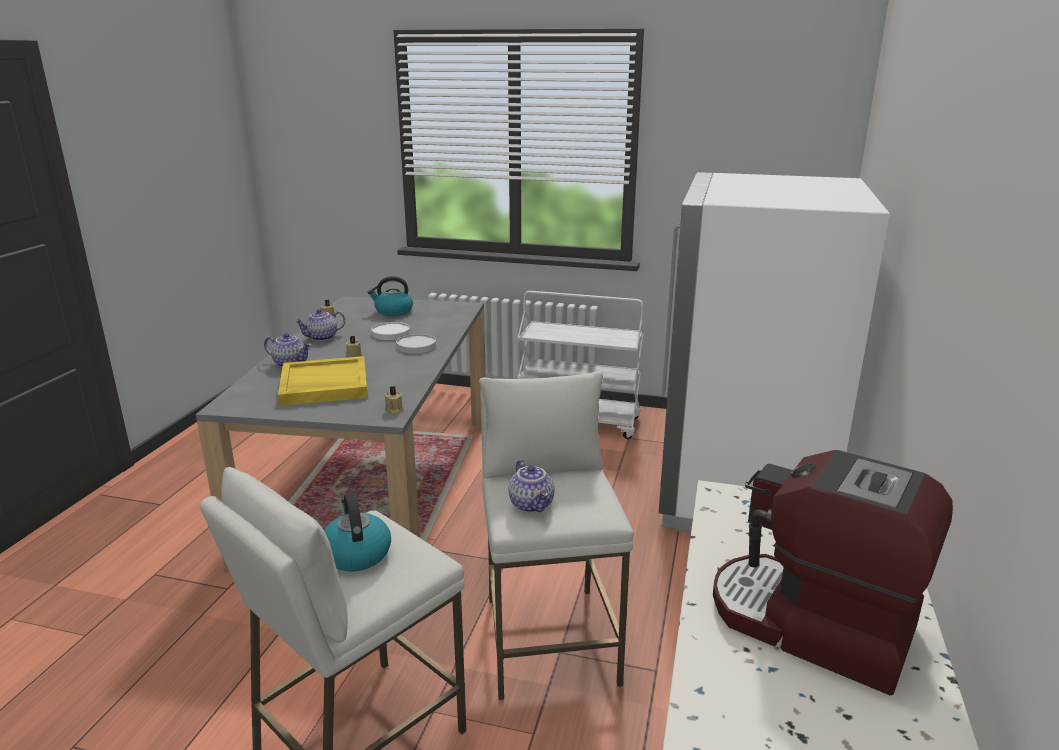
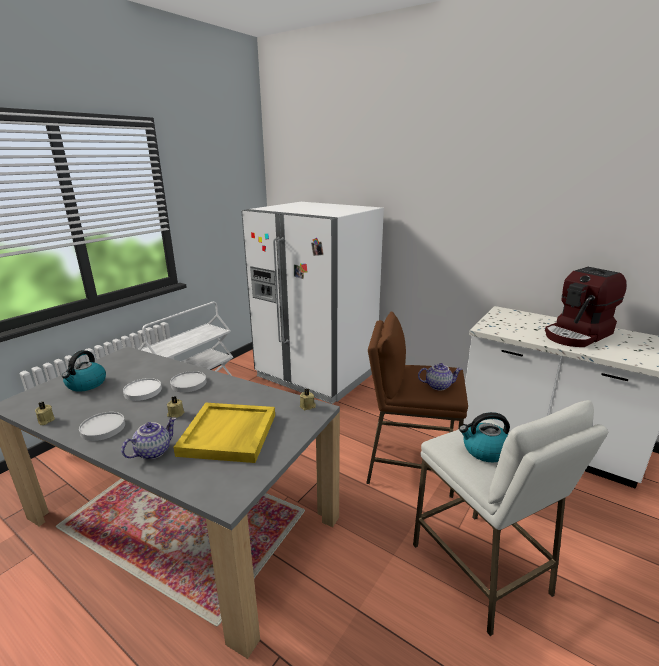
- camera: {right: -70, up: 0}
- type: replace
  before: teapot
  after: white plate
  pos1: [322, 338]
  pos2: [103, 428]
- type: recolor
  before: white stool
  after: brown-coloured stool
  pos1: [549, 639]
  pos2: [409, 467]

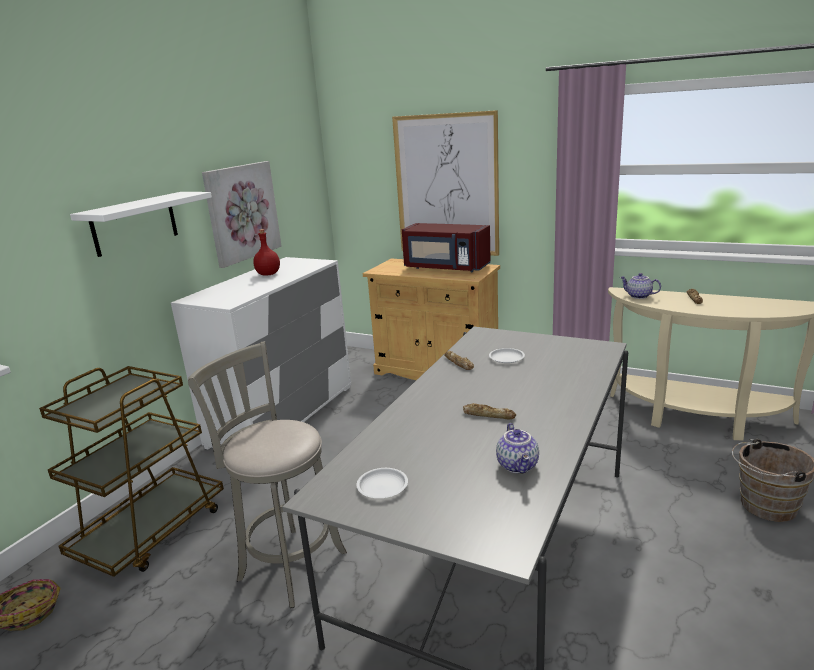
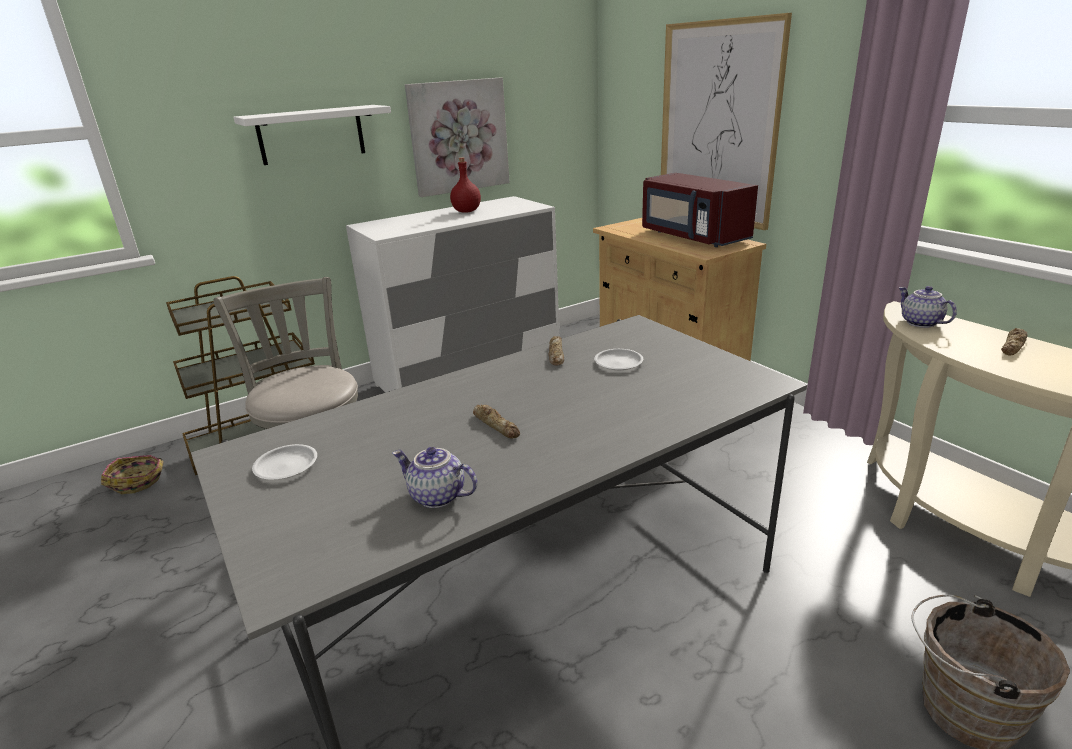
- camera: {right: 30, up: 5}
- type: rotate
  before: teapot
  pos1: [518, 466]
  pos2: [436, 497]
  turn: 90

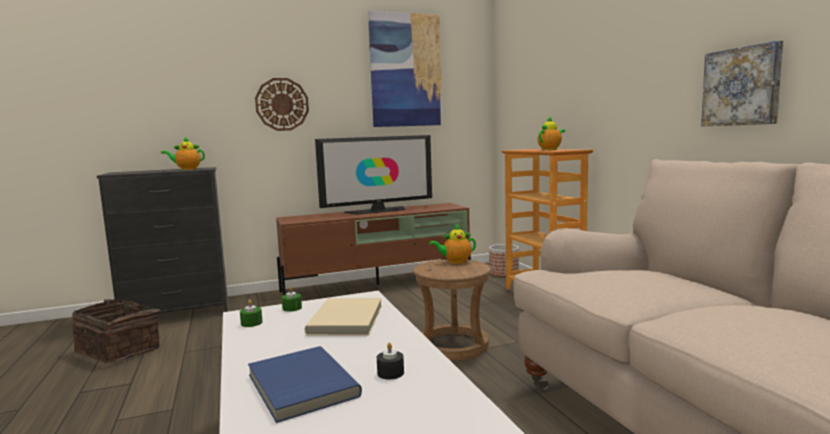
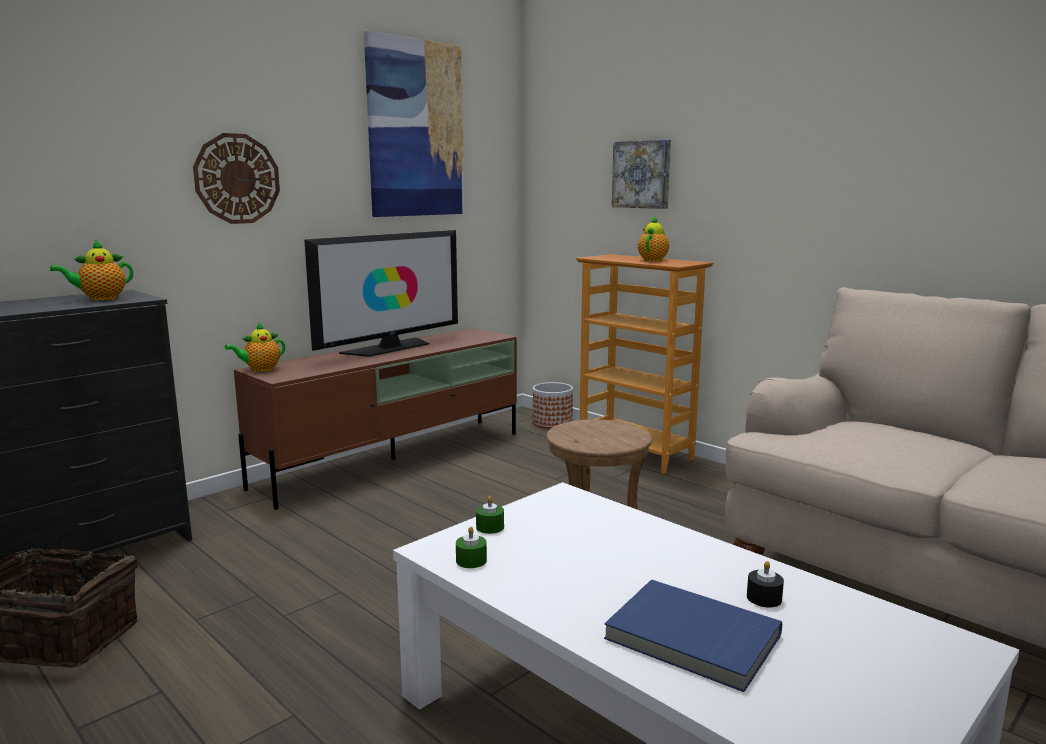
- camera: {right: -25, up: 5}
- type: move
  before: teapot
  pos1: [455, 262]
  pos2: [260, 369]
- type: move
  before: wall picture
  pos1: [742, 86]
  pos2: [642, 174]
- type: delete
  before: sand-coloured book
  pos1: [348, 320]

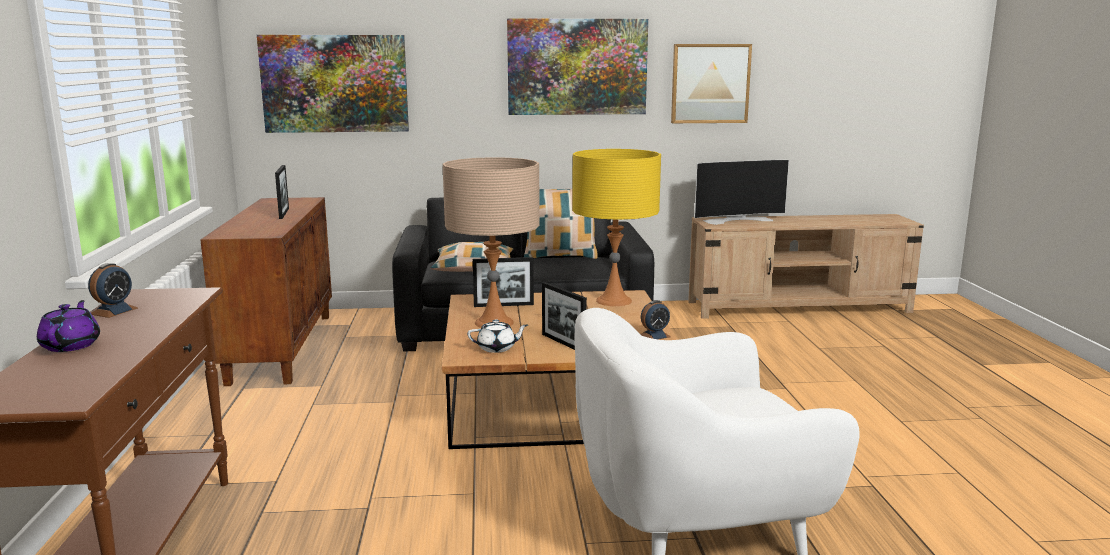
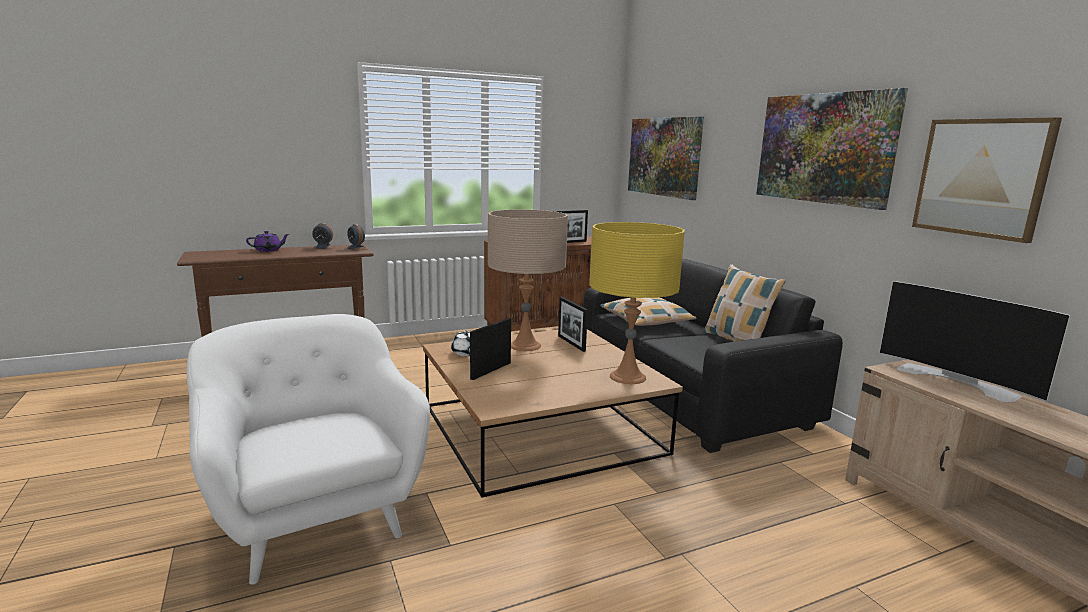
- camera: {right: 70, up: 0}
- type: move
  before: table clock
  pos1: [654, 336]
  pos2: [356, 248]

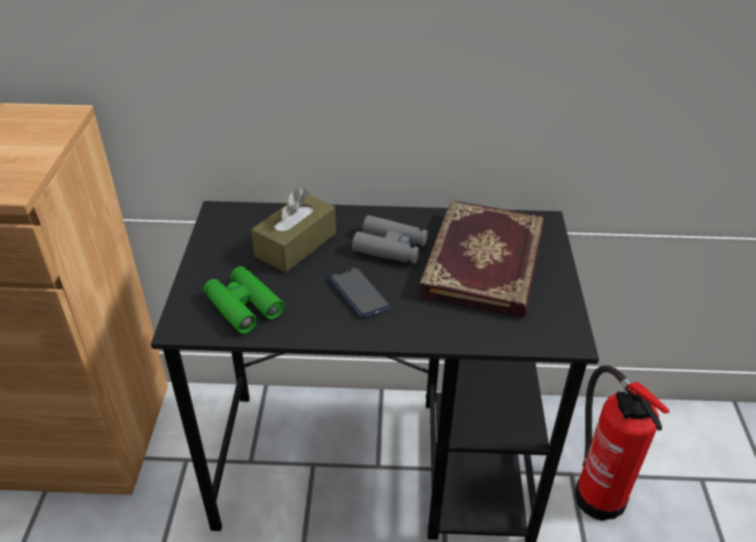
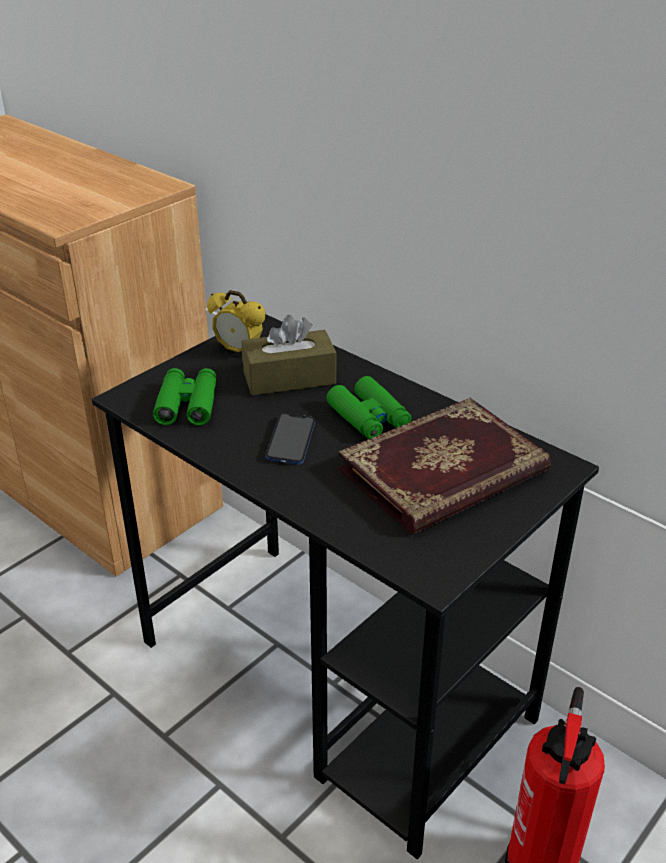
- camera: {right: 40, up: -5}
- type: insert
  after: table clock
  pos2: [238, 351]
- type: recolor
  before: gray binoculars
  after: green binoculars
  pos1: [390, 247]
  pos2: [369, 417]

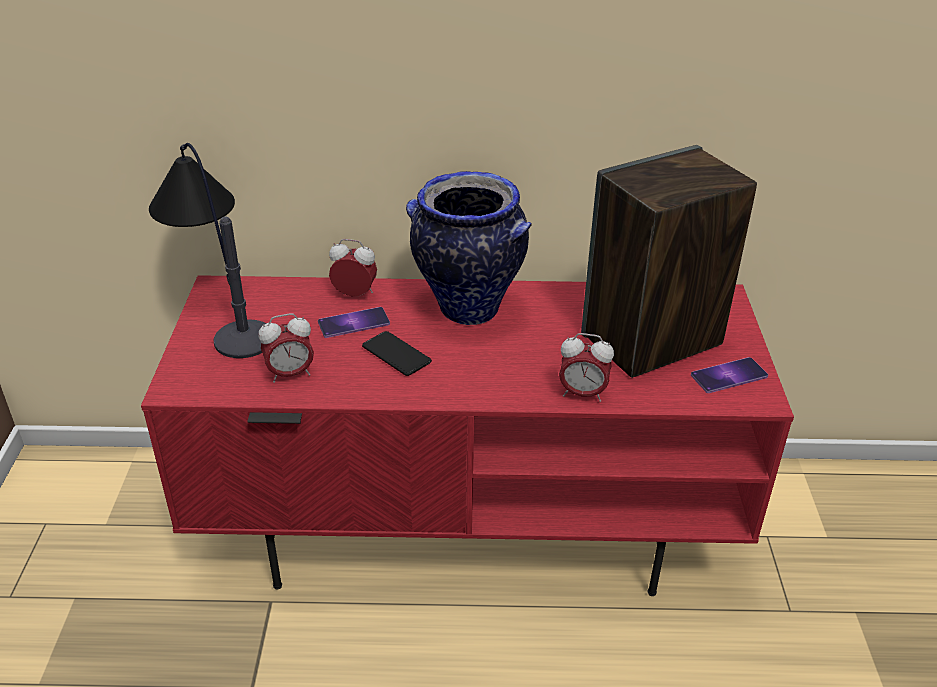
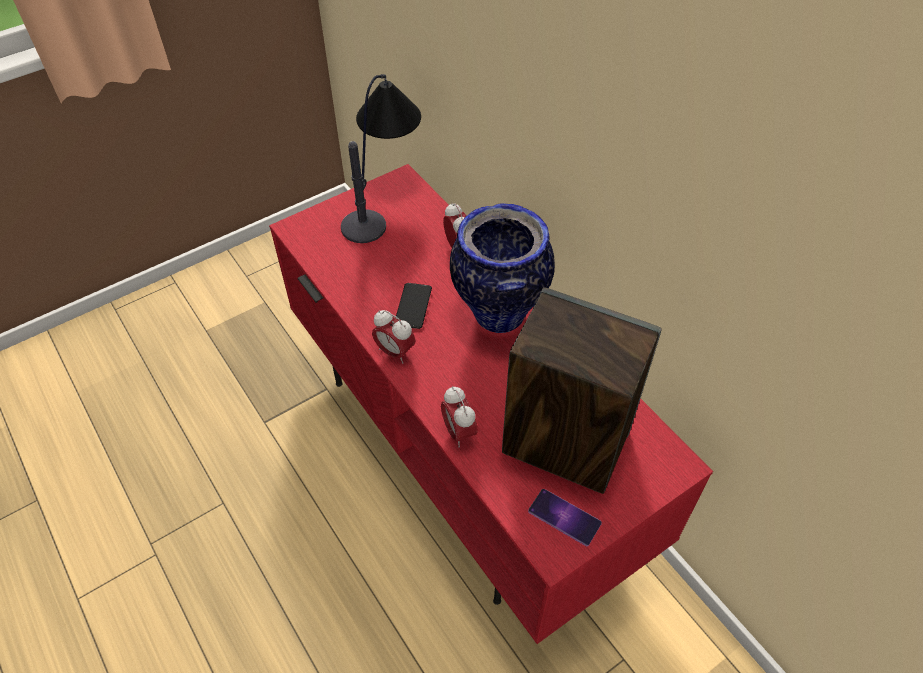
- camera: {right: 55, up: 15}
- type: move
  before: table clock
  pos1: [290, 374]
  pos2: [395, 352]
- type: delete
  before: telephone
  pos1: [353, 323]

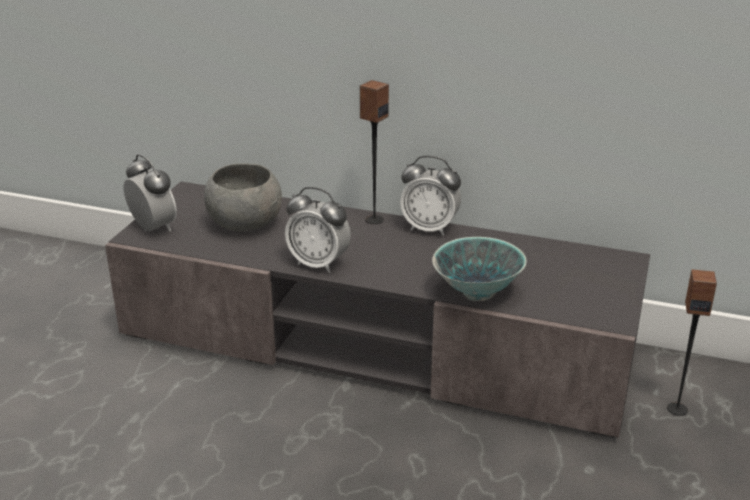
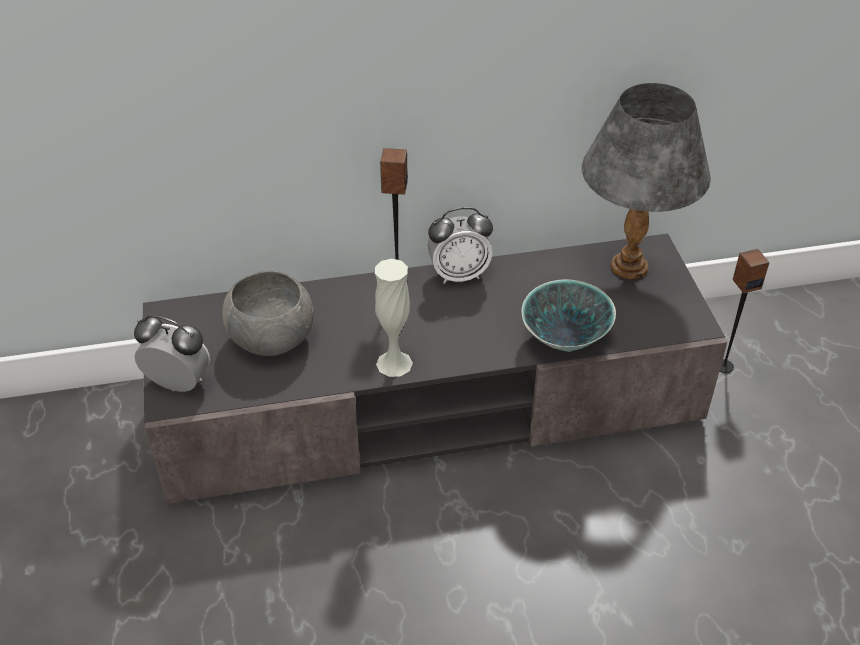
- camera: {right: -30, up: 15}
- type: replace
  before: table clock
  after: white decorative vase
  pos1: [318, 264]
  pos2: [394, 363]
- type: insert
  after: gray table lamp
  pos2: [630, 266]

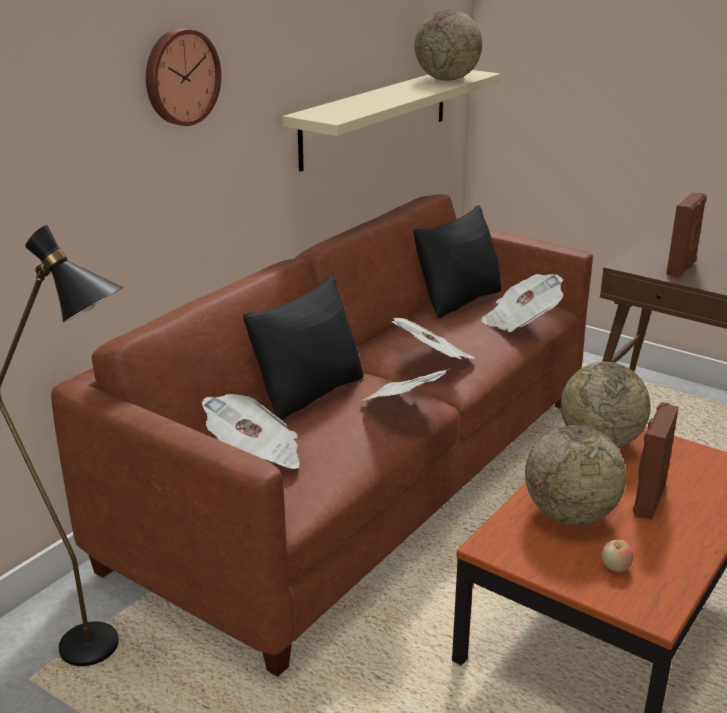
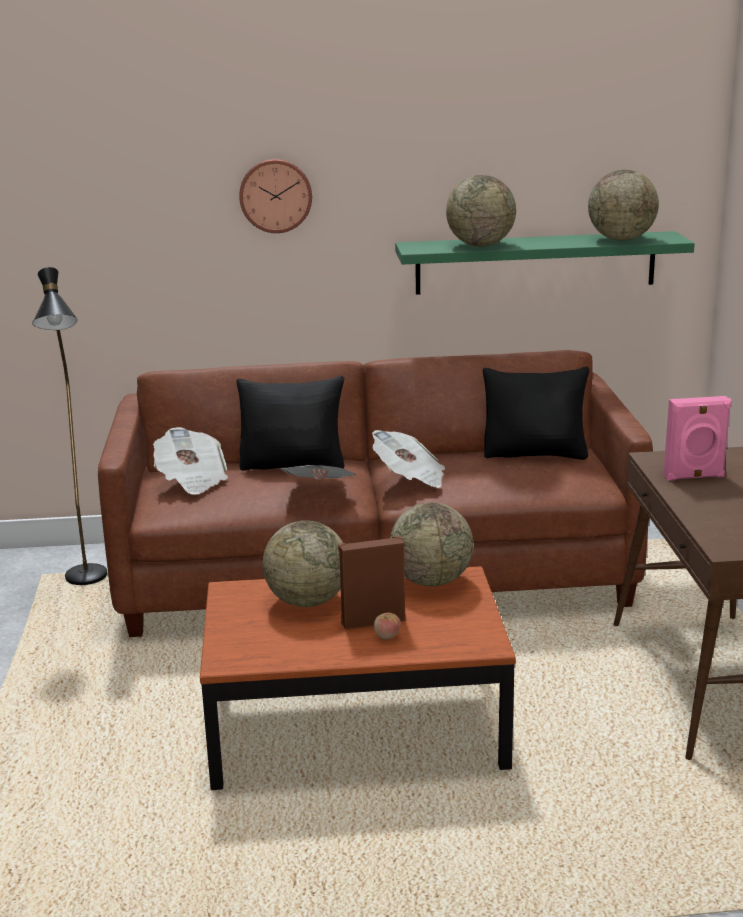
- camera: {right: 50, up: -5}
- type: move
  before: apple fruit
  pos1: [615, 567]
  pos2: [387, 636]
- type: recolor
  before: sand-coloured wall shelf
  after: green wall shelf
  pos1: [376, 116]
  pos2: [535, 263]
- type: insert
  after: globe
  pos2: [480, 245]
- type: recolor
  before: brown-coloured loudspeaker
  after: pinkish loudspeaker
  pos1: [682, 269]
  pos2: [694, 477]
- type: delete
  before: daily paper
  pos1: [520, 321]

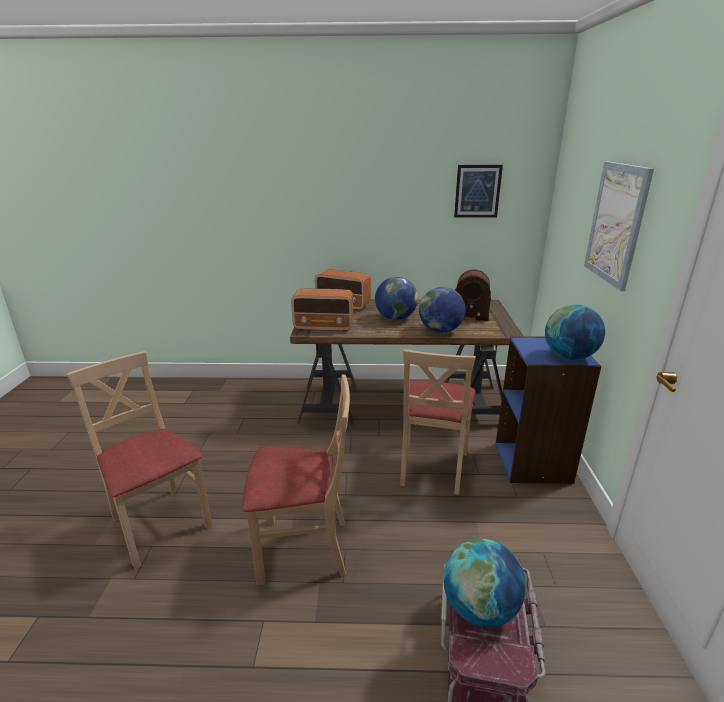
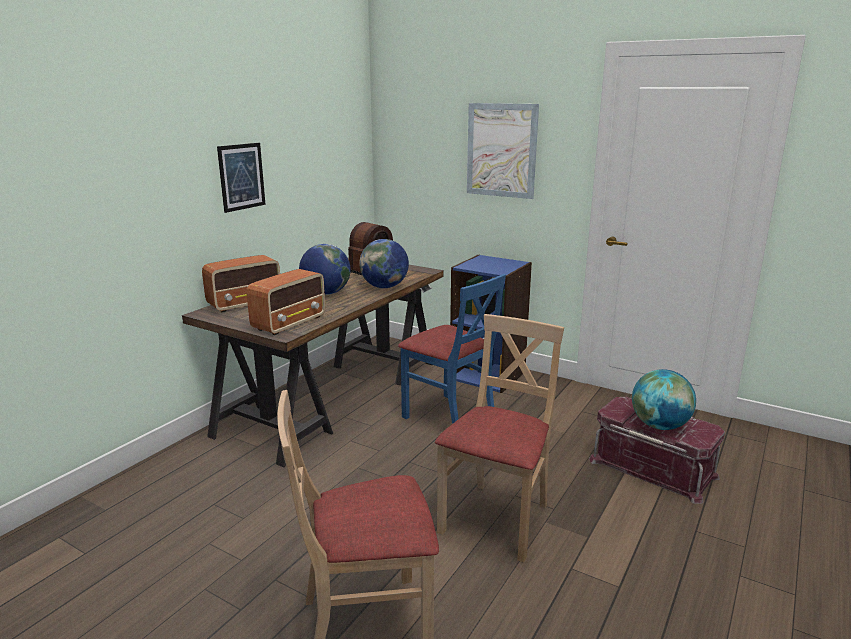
- camera: {right: -60, up: -5}
- type: move
  before: wall picture
  pos1: [477, 191]
  pos2: [241, 177]
- type: recolor
  before: sand-coloured plain chair
  after: blue plain chair
  pos1: [432, 467]
  pos2: [449, 416]
- type: delete
  before: globe
  pos1: [569, 357]

